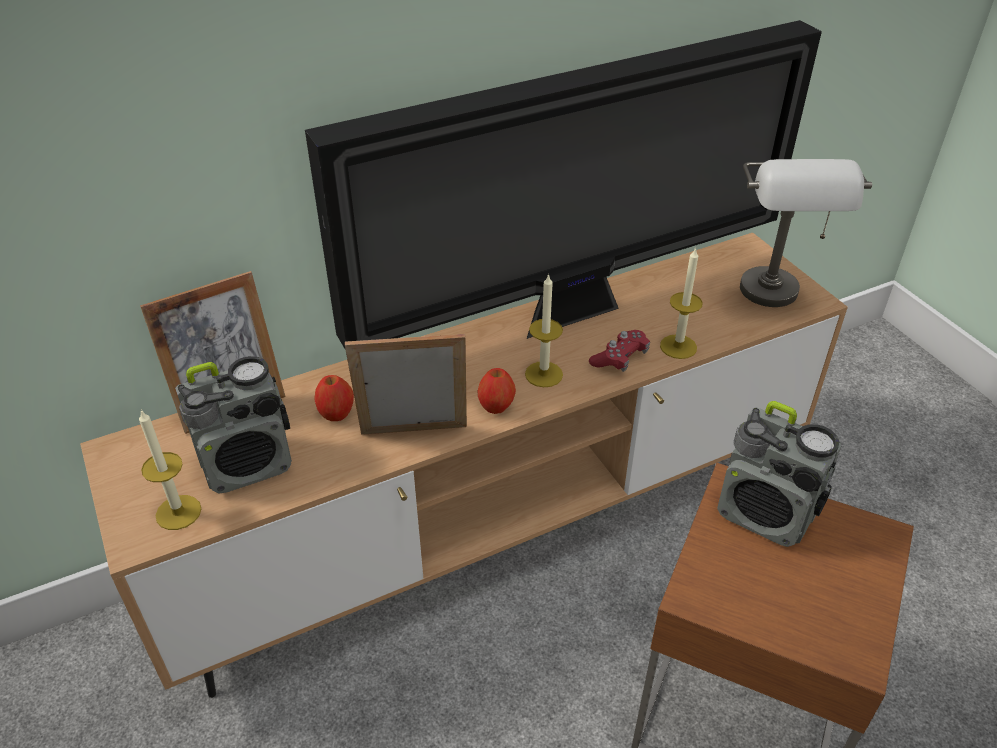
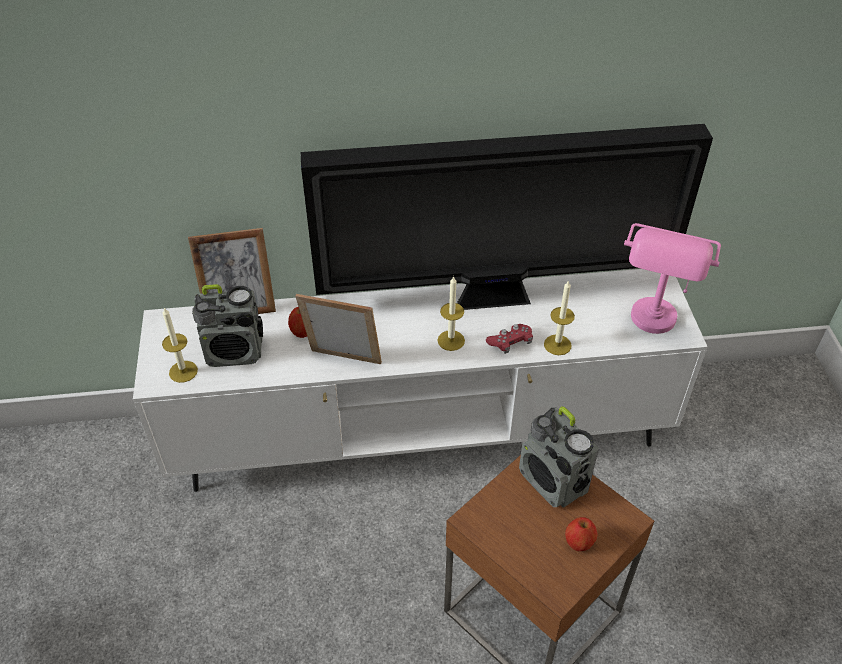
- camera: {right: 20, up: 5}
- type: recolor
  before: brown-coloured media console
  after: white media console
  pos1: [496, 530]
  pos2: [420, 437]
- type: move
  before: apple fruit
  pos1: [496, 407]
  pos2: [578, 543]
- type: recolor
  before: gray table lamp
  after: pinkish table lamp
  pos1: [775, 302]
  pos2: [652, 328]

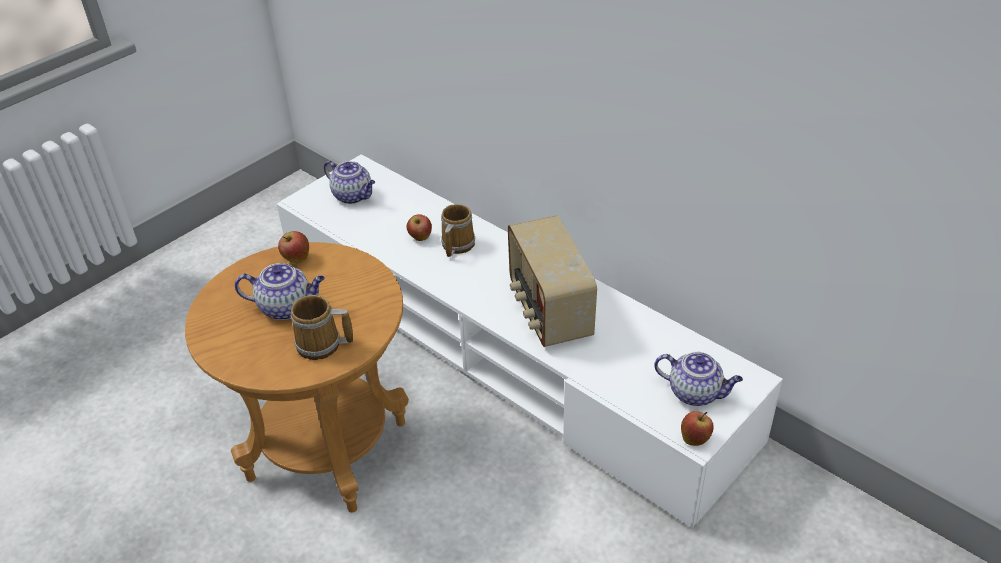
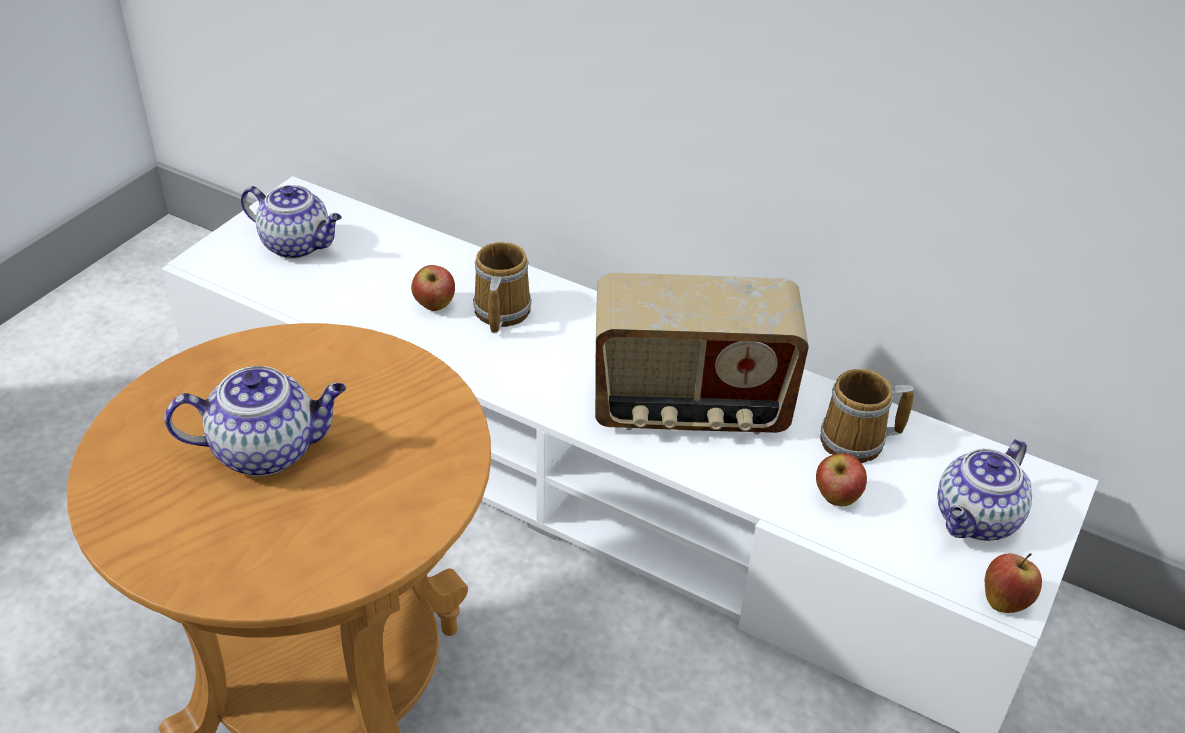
- camera: {right: -15, up: 0}
- type: rotate
  before: radio receiver
  pos1: [548, 311]
  pos2: [689, 409]
  turn: -60
- type: move
  before: apple fruit
  pos1: [296, 259]
  pos2: [836, 498]
- type: move
  before: coffee mug
  pos1: [321, 345]
  pos2: [857, 442]
- type: rotate
  before: teapot
  pos1: [696, 393]
  pos2: [976, 521]
  turn: 120

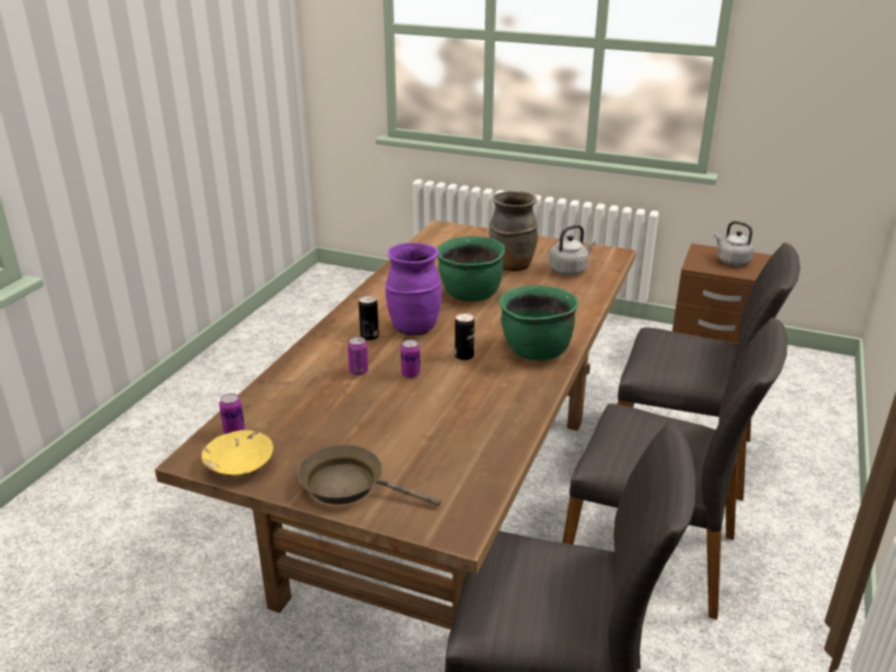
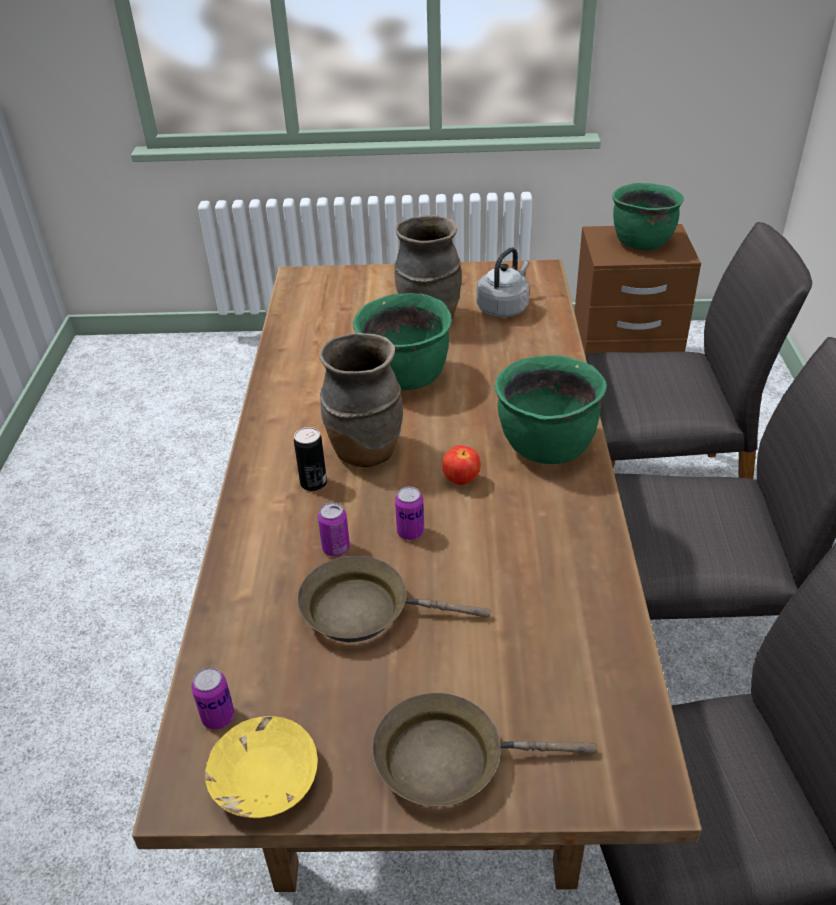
- camera: {right: -20, up: 10}
- type: insert
  after: brown-coloured frying pan
  pos2: [365, 610]
- type: recolor
  before: purple decorative vase
  after: brown-coloured decorative vase
  pos1: [413, 327]
  pos2: [364, 451]
- type: replace
  before: sealed can
  after: apple fruit
  pos1: [464, 356]
  pos2: [461, 480]
- type: replace
  before: gray water kettle
  after: green saucepot
  pos1: [731, 261]
  pos2: [641, 242]

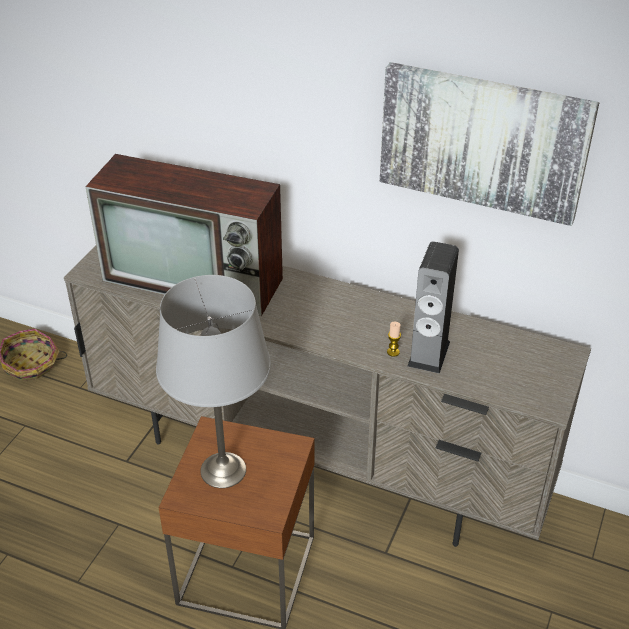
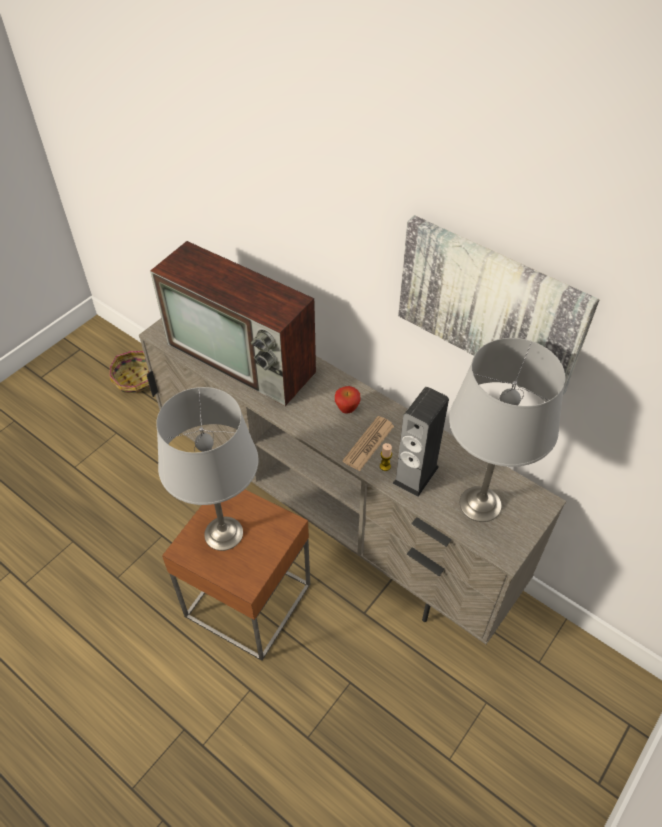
- camera: {right: 15, up: 10}
- type: insert
  after: apple fruit
  pos2: [347, 410]
- type: insert
  after: daily paper
  pos2: [368, 443]
- type: insert
  after: gray table lamp
  pos2: [481, 504]

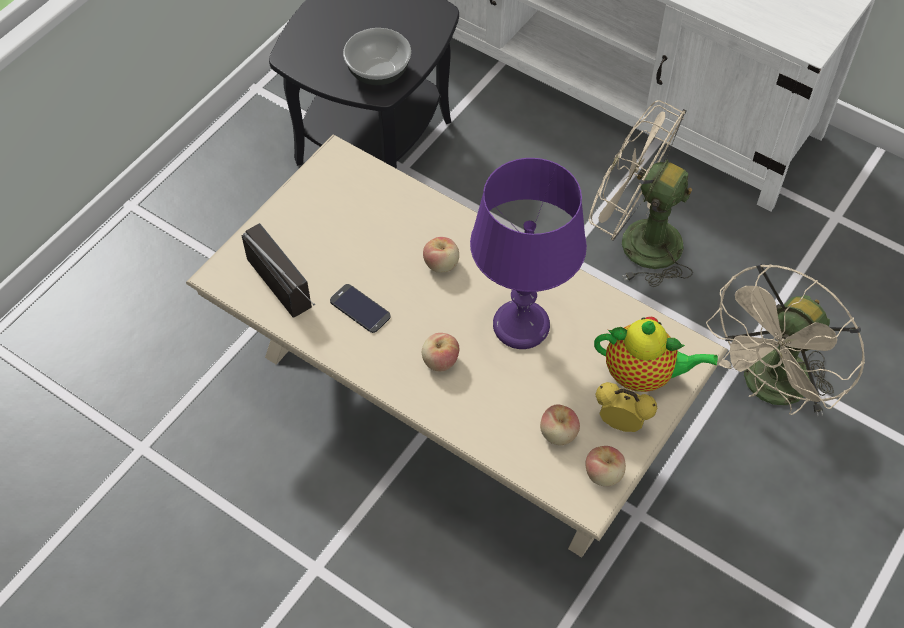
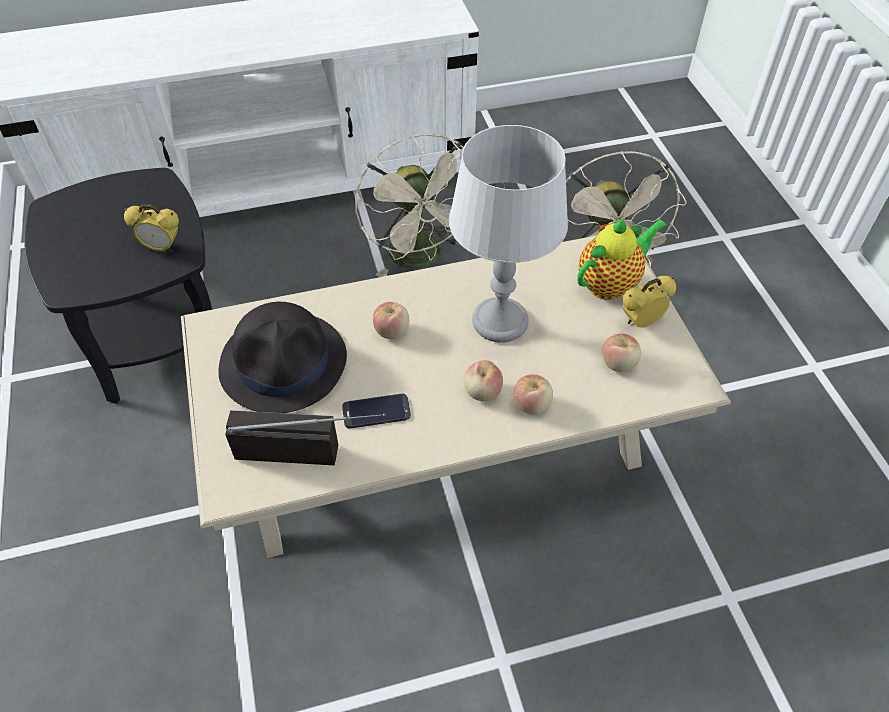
- camera: {right: -50, up: -5}
- type: replace
  before: deep dish
  after: table clock
  pos1: [379, 72]
  pos2: [162, 248]
- type: insert
  after: black-coloured wearable hat
  pos2: [284, 362]
- type: rotate
  before: sand-coloured fan
  pos1: [636, 241]
  pos2: [422, 259]
  turn: -90
- type: recolor
  before: purple table lamp
  after: gray table lamp
  pos1: [522, 326]
  pos2: [500, 321]
- type: move
  before: apple fruit
  pos1: [604, 474]
  pos2: [531, 404]

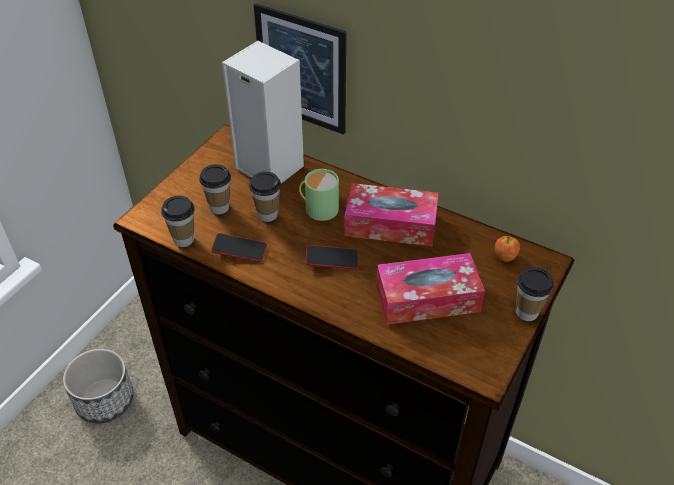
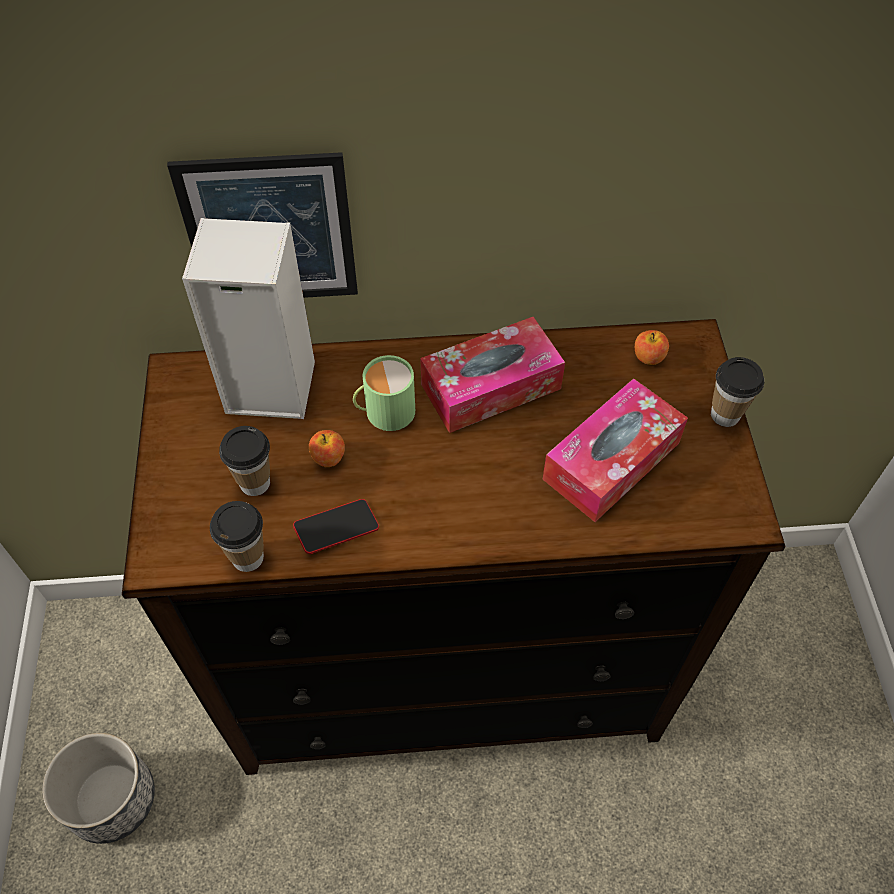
- camera: {right: -35, up: 10}
- type: replace
  before: small cup
  after: apple fruit
  pos1: [267, 215]
  pos2: [328, 458]
- type: delete
  before: telephone
  pos1: [332, 260]

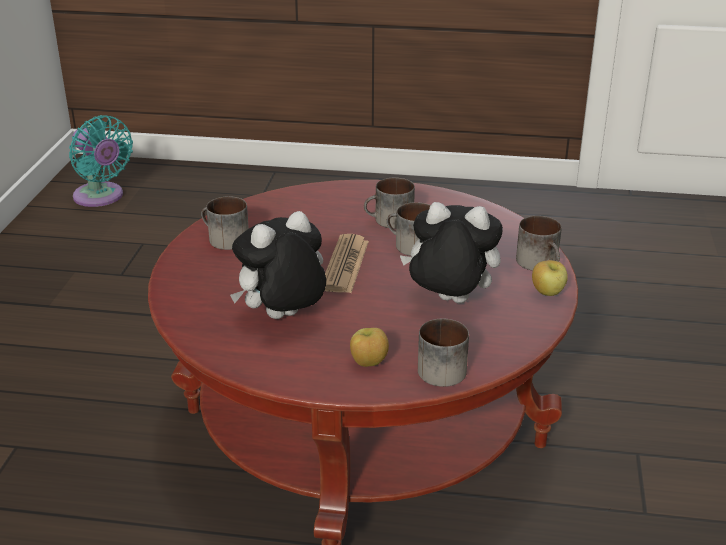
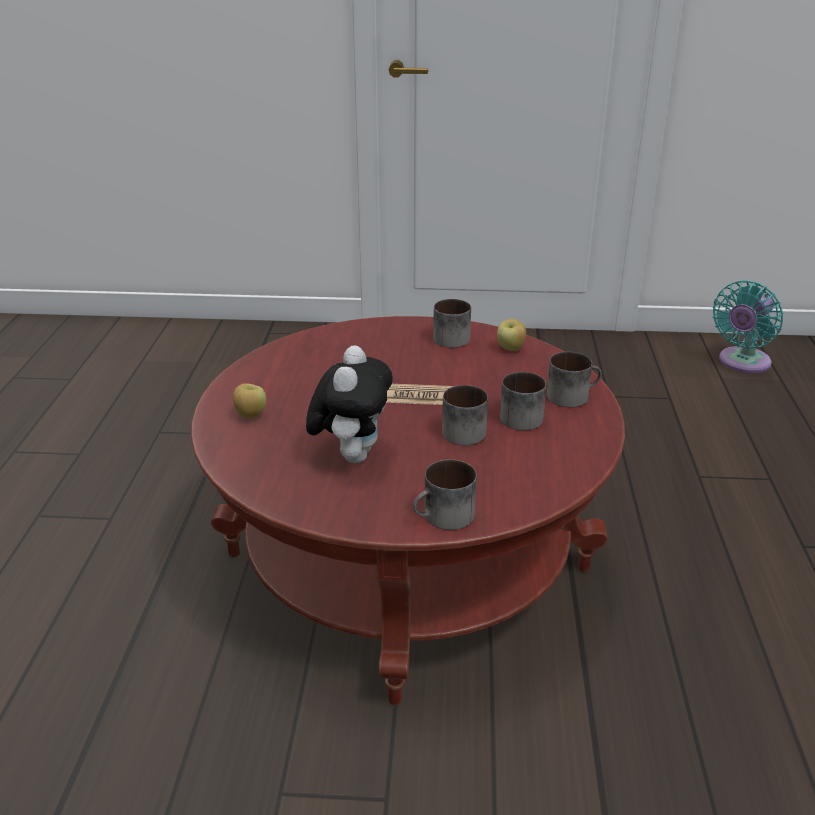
- camera: {right: 85, up: 0}
- type: move
  before: apple fruit
  pos1: [548, 293]
  pos2: [510, 349]
- type: move
  before: coffee mug
  pos1: [438, 368]
  pos2: [572, 395]
- type: delete
  before: plush toy
  pos1: [283, 319]

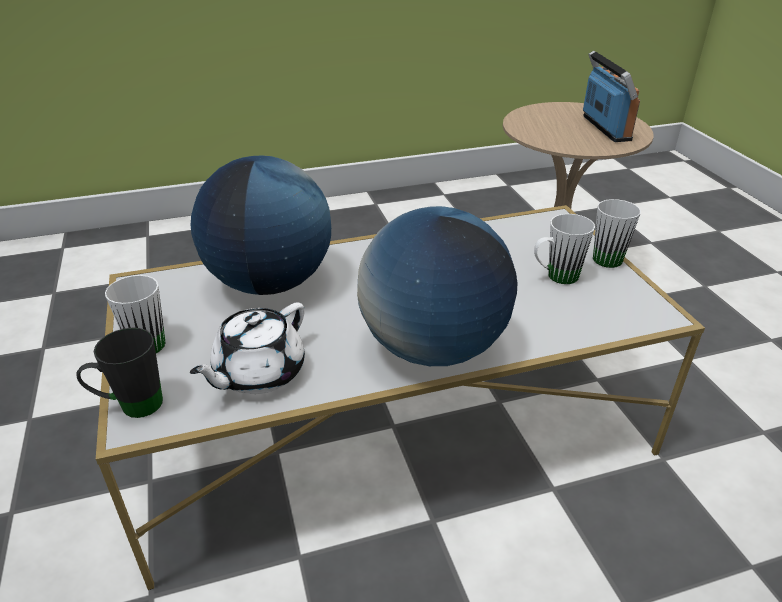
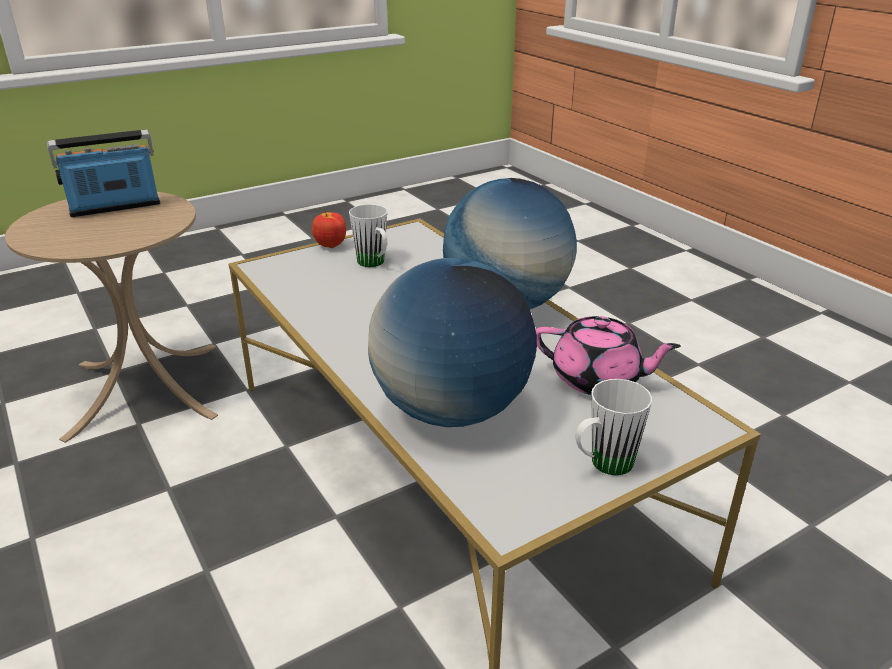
- camera: {right: -105, up: -5}
- type: replace
  before: white coffee mug
  after: apple fruit
  pos1: [604, 255]
  pos2: [330, 246]
- type: recolor
  before: white teapot
  after: pinkish teapot
  pos1: [258, 373]
  pos2: [597, 379]
- type: delete
  before: black-coloured coffee mug
  pos1: [131, 406]

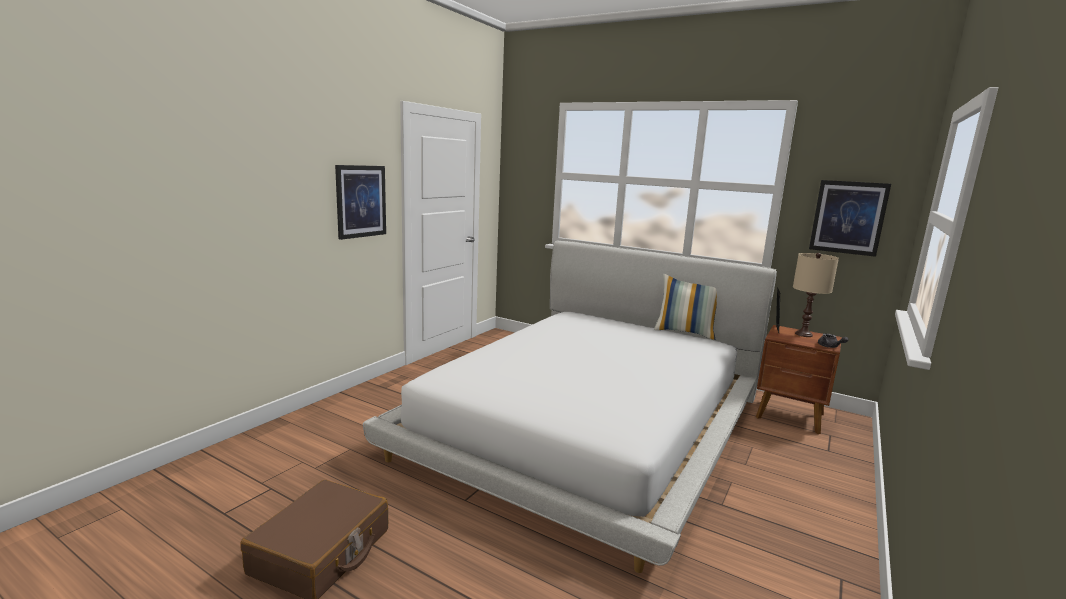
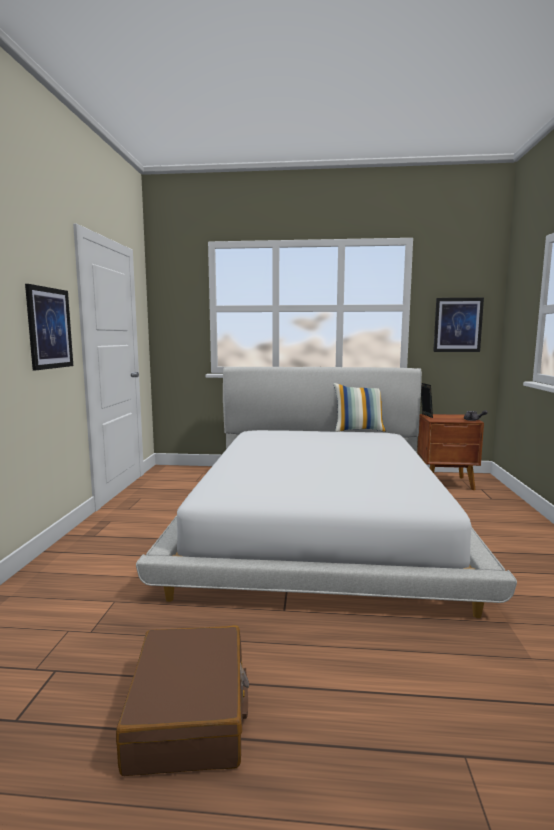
- camera: {right: -25, up: -5}
- type: delete
  before: sand-coloured table lamp
  pos1: [803, 334]

